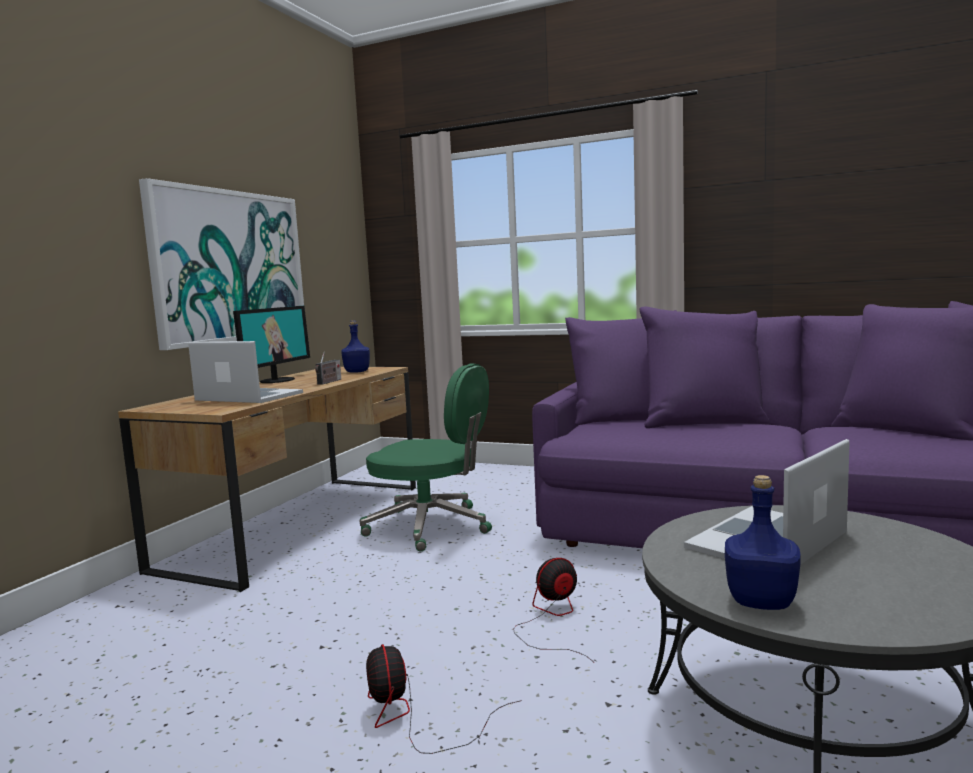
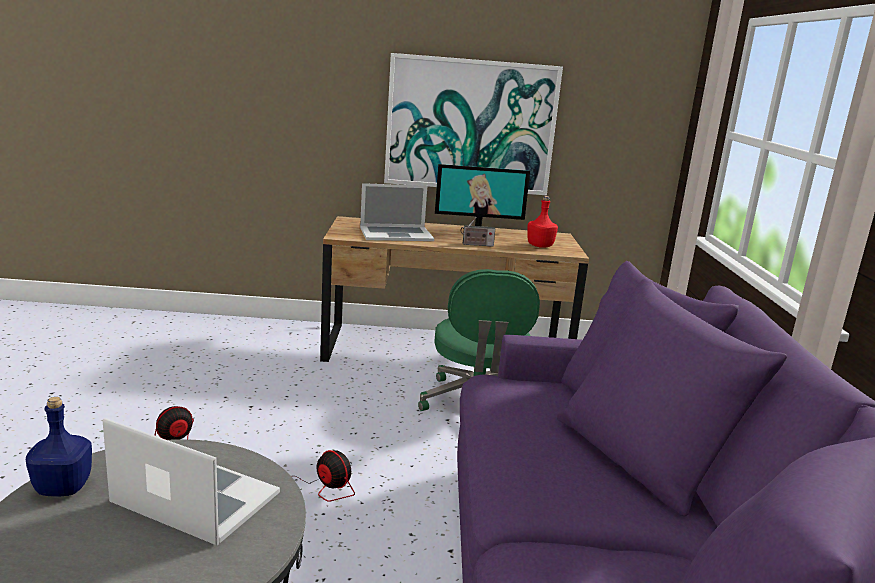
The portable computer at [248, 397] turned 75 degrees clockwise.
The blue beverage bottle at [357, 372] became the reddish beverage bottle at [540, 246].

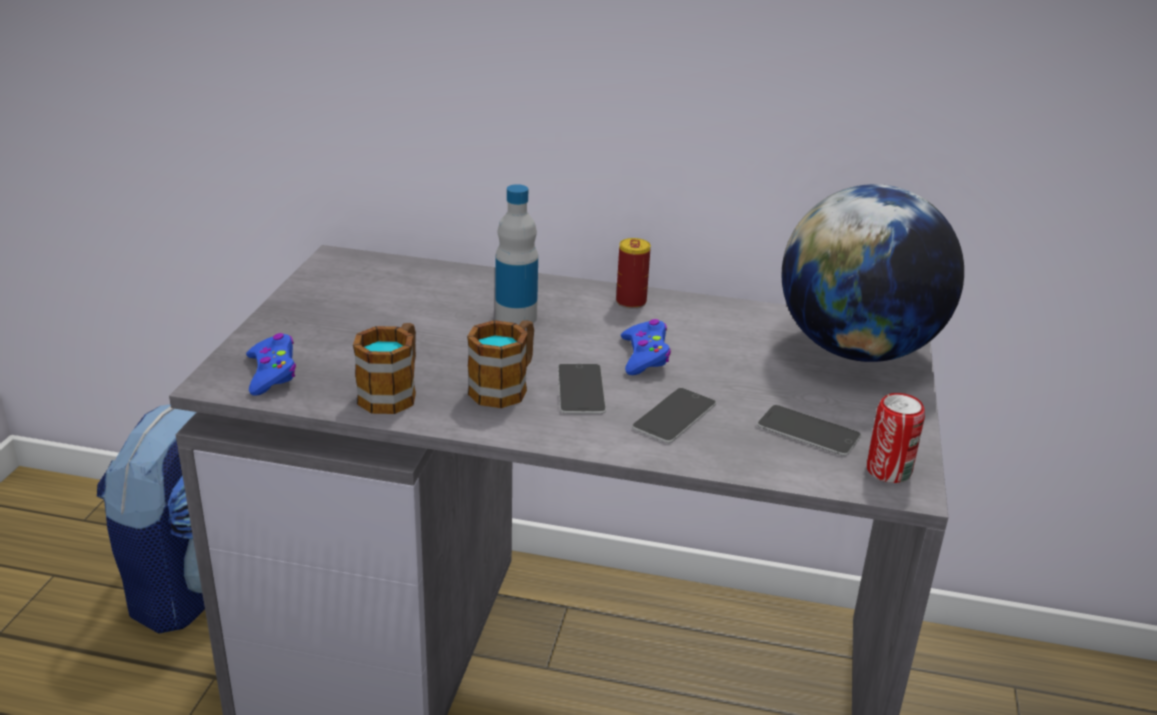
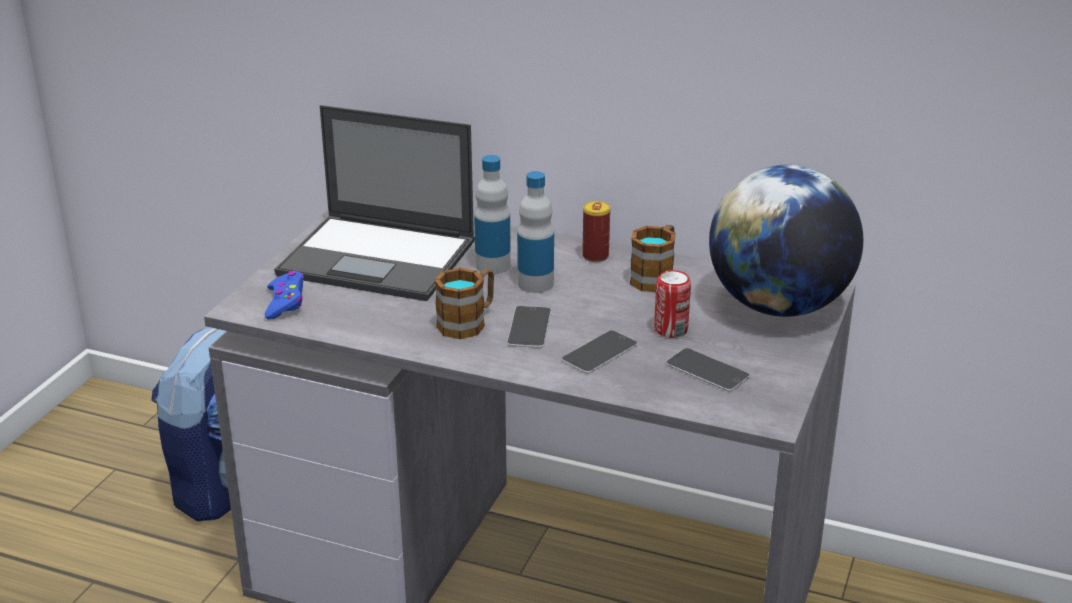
The portable computer at [380, 258] appeared.
The beverage bottle at [535, 283] appeared.
The coffee mug moved from [393, 392] to [656, 277].
The sealed can moved from [888, 471] to [670, 330].
The blue game controller at [645, 356] disappeared.

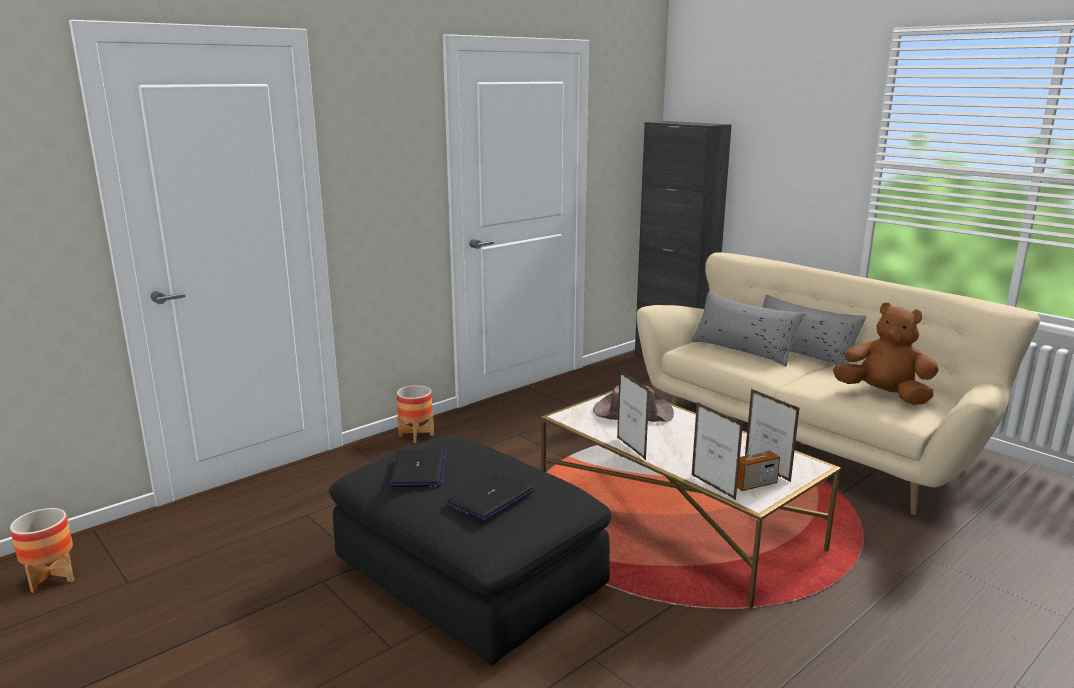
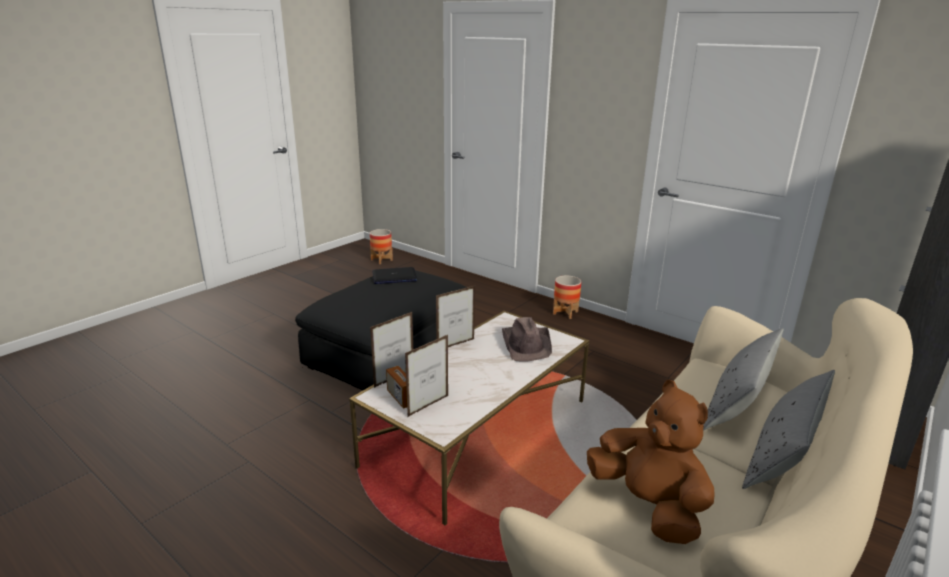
The brown-coloured plush toy at [883, 395] turned 60 degrees counterclockwise.
The portable computer at [491, 498] disappeared.

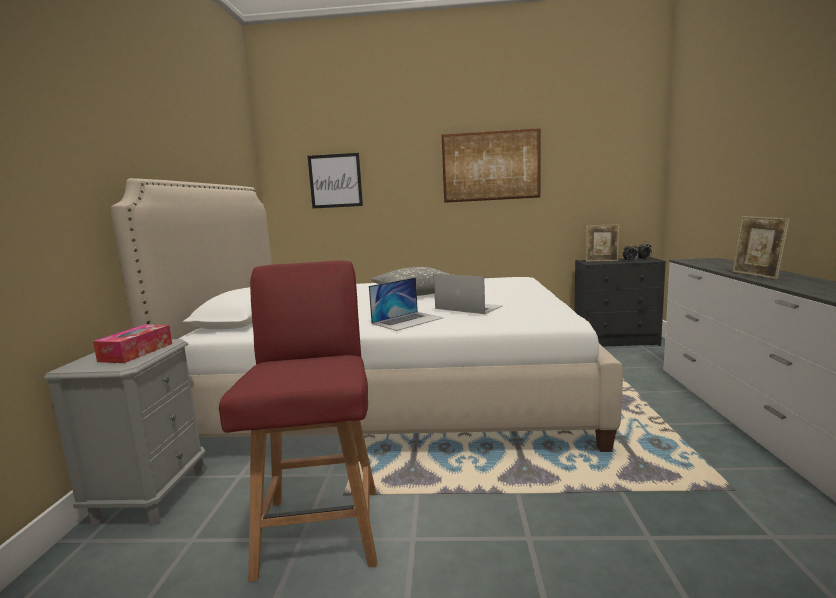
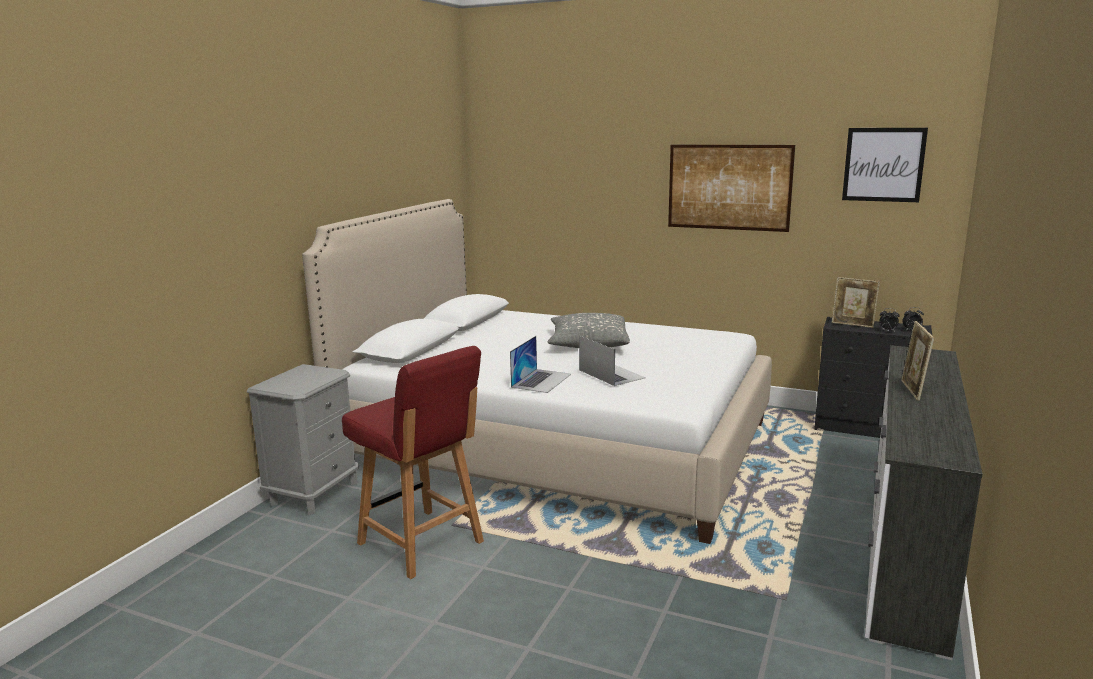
The reddish plain chair at [321, 527] turned 120 degrees clockwise.
The portable computer at [407, 320] turned 45 degrees counterclockwise.
The wall art moved from [335, 181] to [883, 164].
The tissue holder at [136, 352] disappeared.

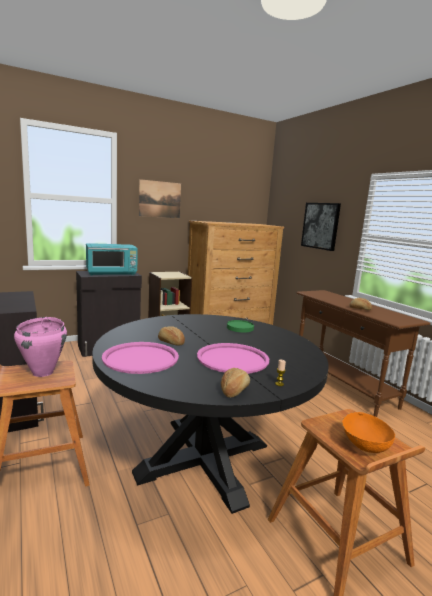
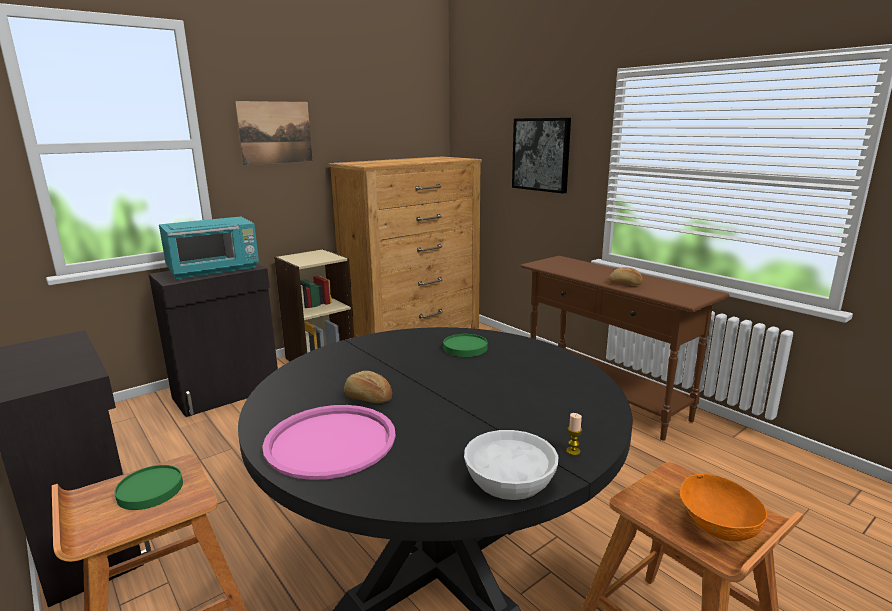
The pinkish saucepot at [43, 372] was replaced by the green flat dish at [150, 490].
The bakery bread at [234, 390] was replaced by the white-coloured serving bowl at [510, 480].
The pinkish carrying tray at [232, 359] disappeared.

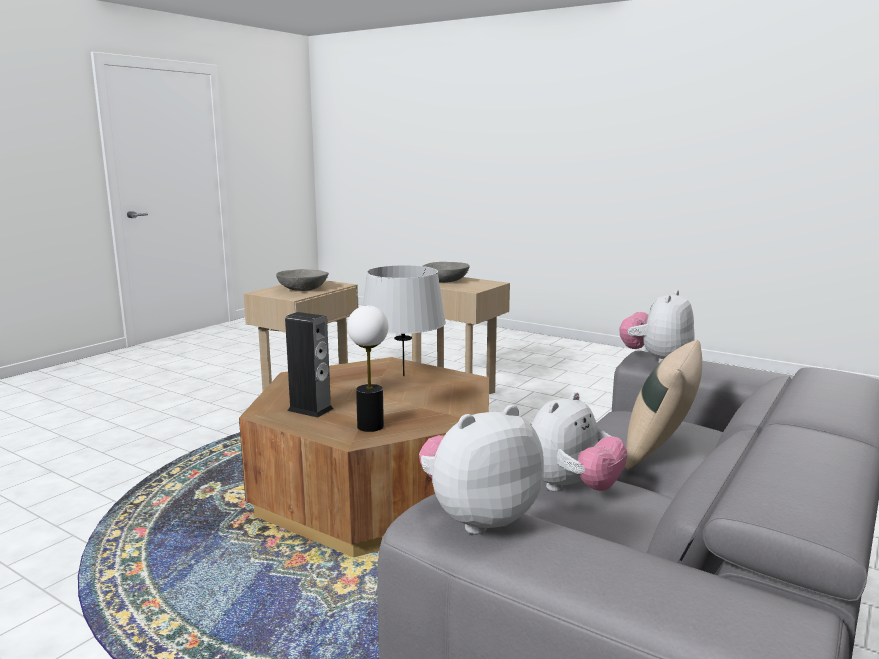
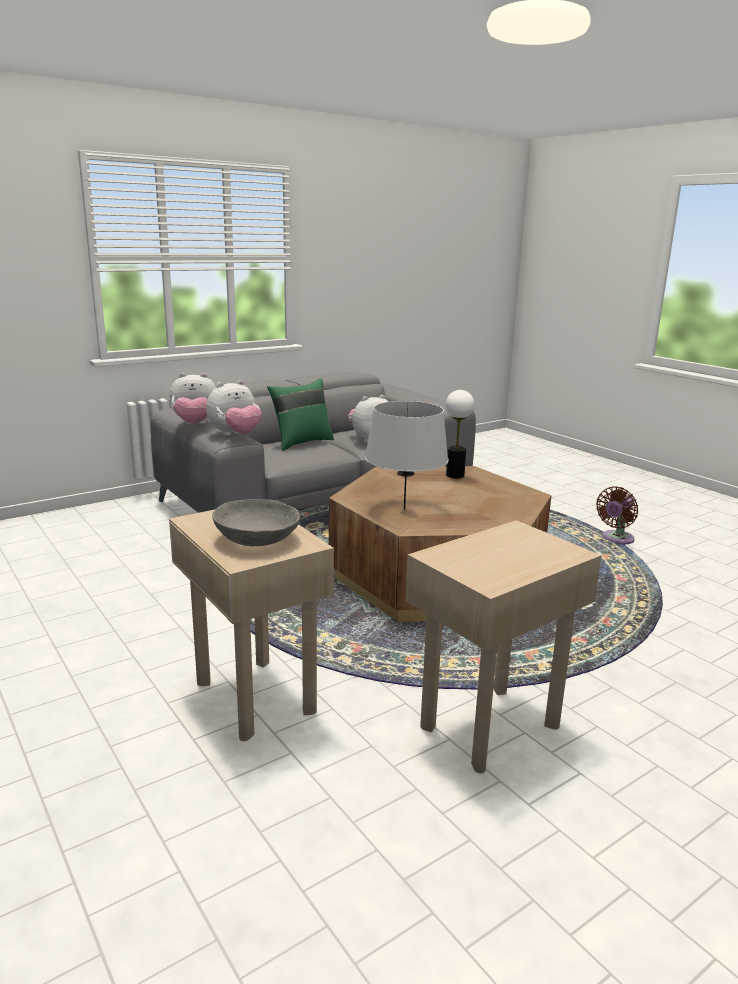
The plush toy moved from [478, 518] to [195, 425].
The beige-coloured cushion at [660, 452] became the green cushion at [301, 442].
The brown-coloured electric fan at [616, 539] appeared.
The greyish serving bowl at [303, 289] disappeared.
The speaker at [310, 409] disappeared.

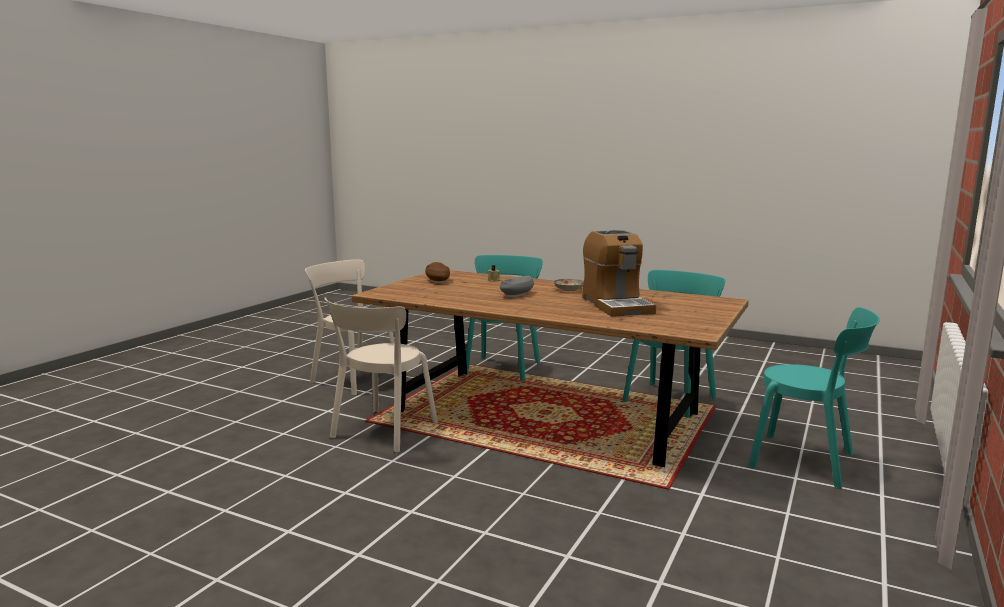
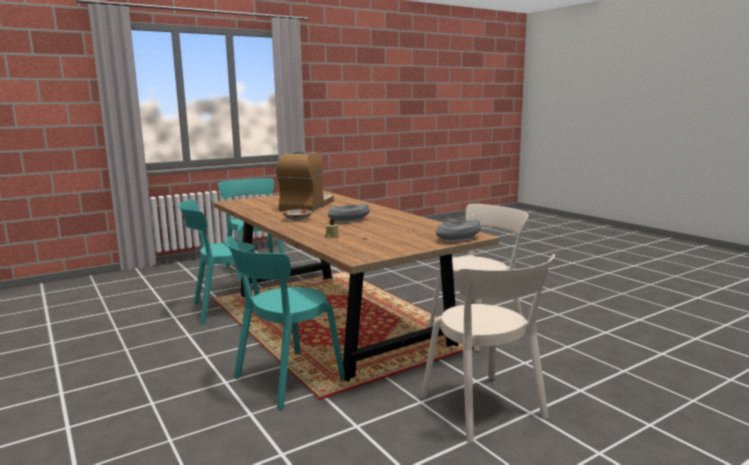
The greyish serving bowl at [458, 239] appeared.
The brown-coloured serving bowl at [437, 280] disappeared.

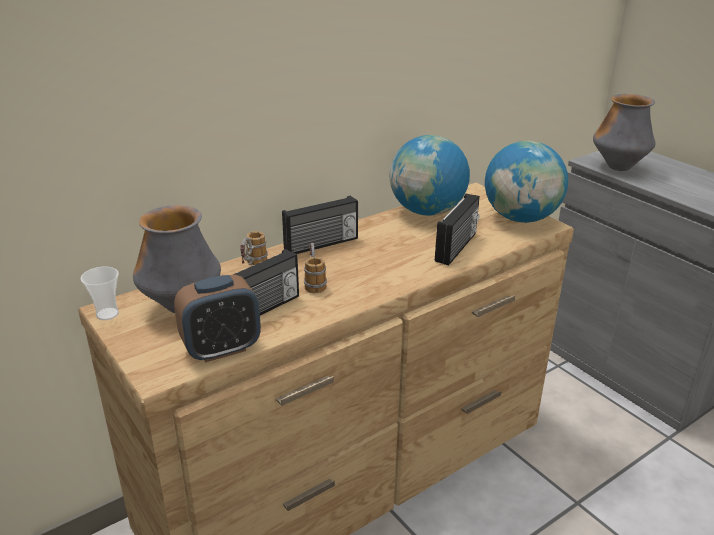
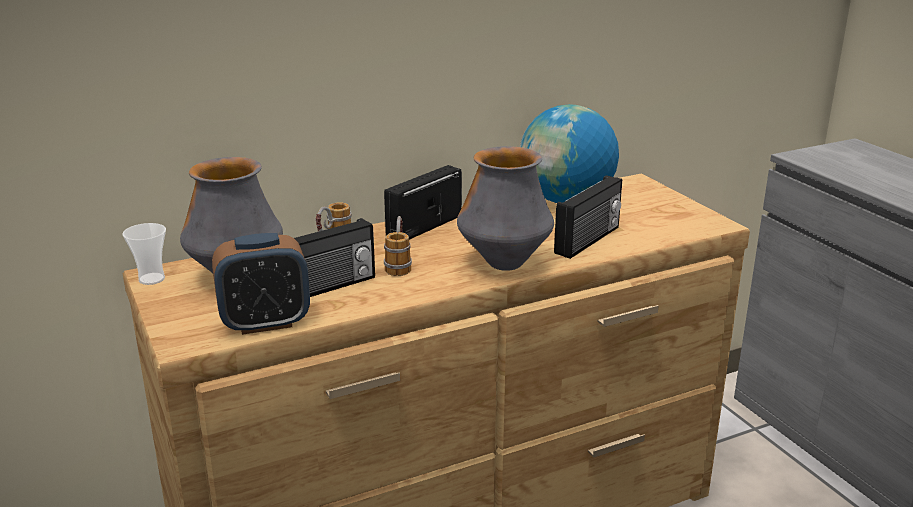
The radio set at [322, 244] turned 150 degrees clockwise.
The flower vase moved from [618, 167] to [504, 264].
The globe at [521, 218] disappeared.

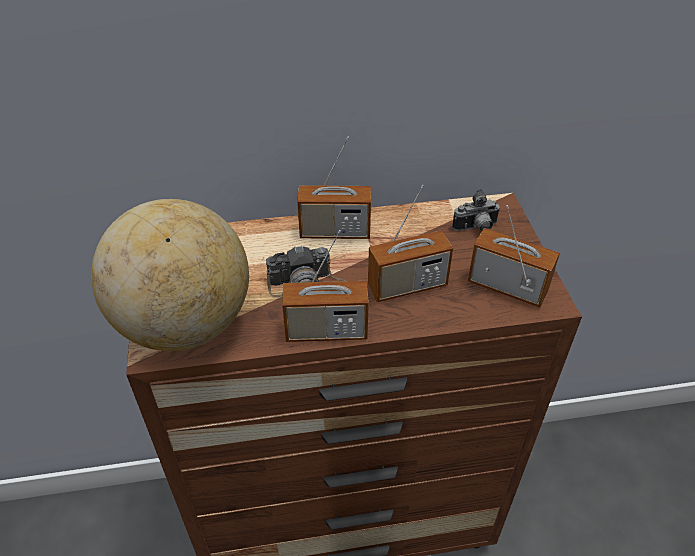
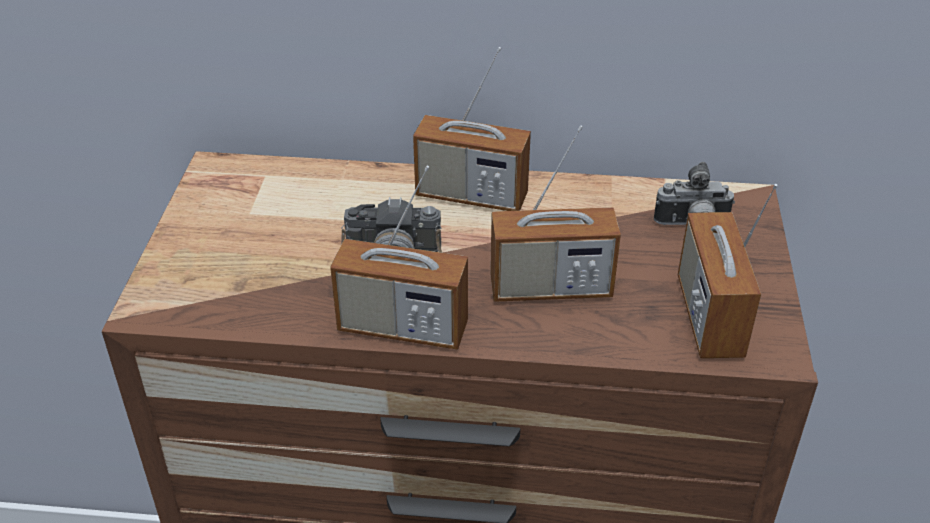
The radio set at [507, 287] turned 135 degrees counterclockwise.
The globe at [186, 324] disappeared.

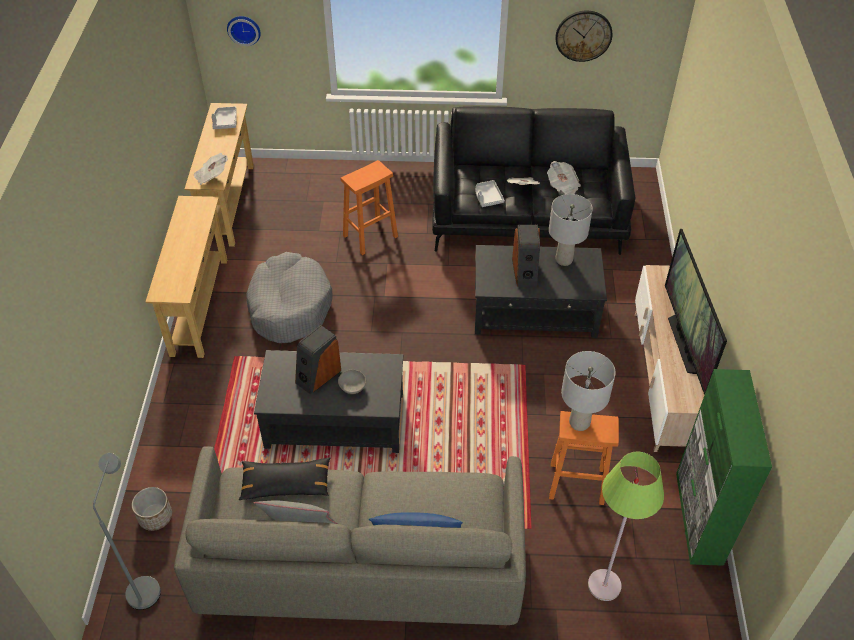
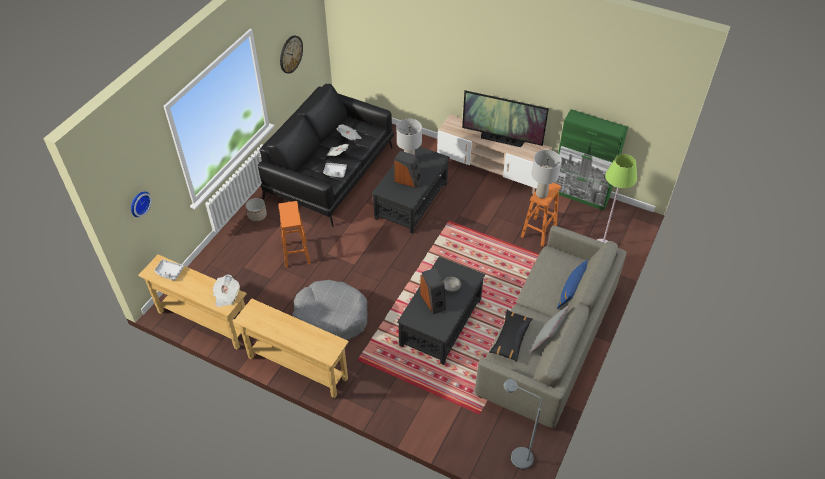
The plant pot moved from [155, 516] to [257, 215].

